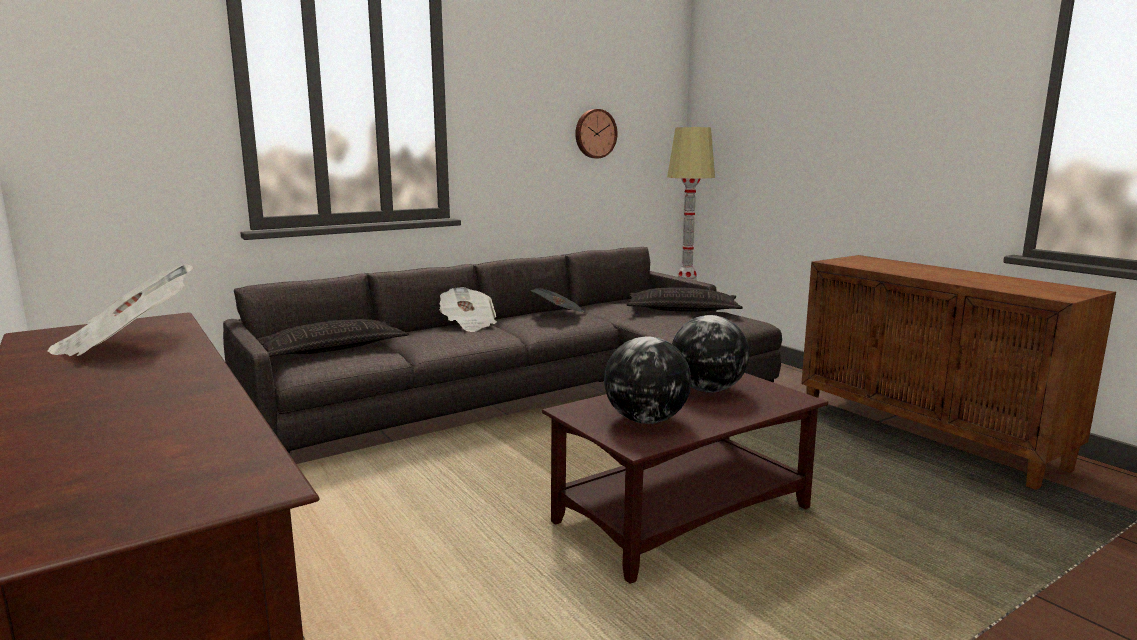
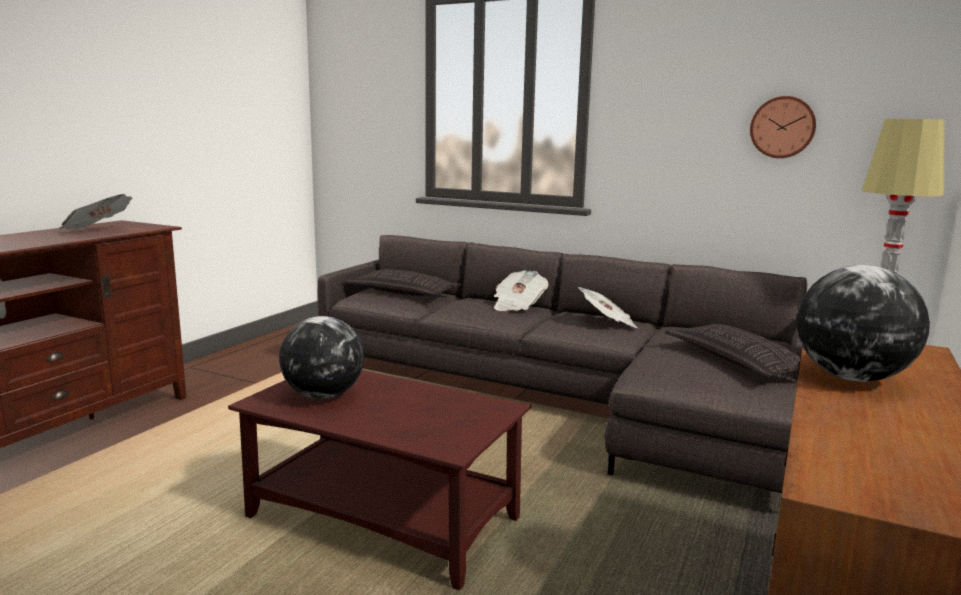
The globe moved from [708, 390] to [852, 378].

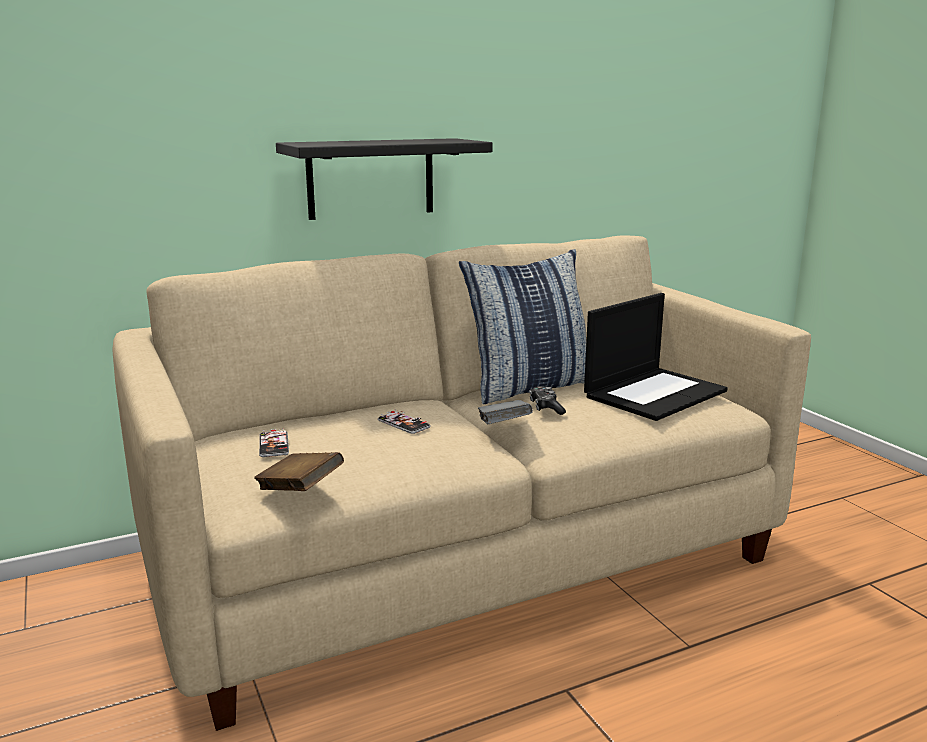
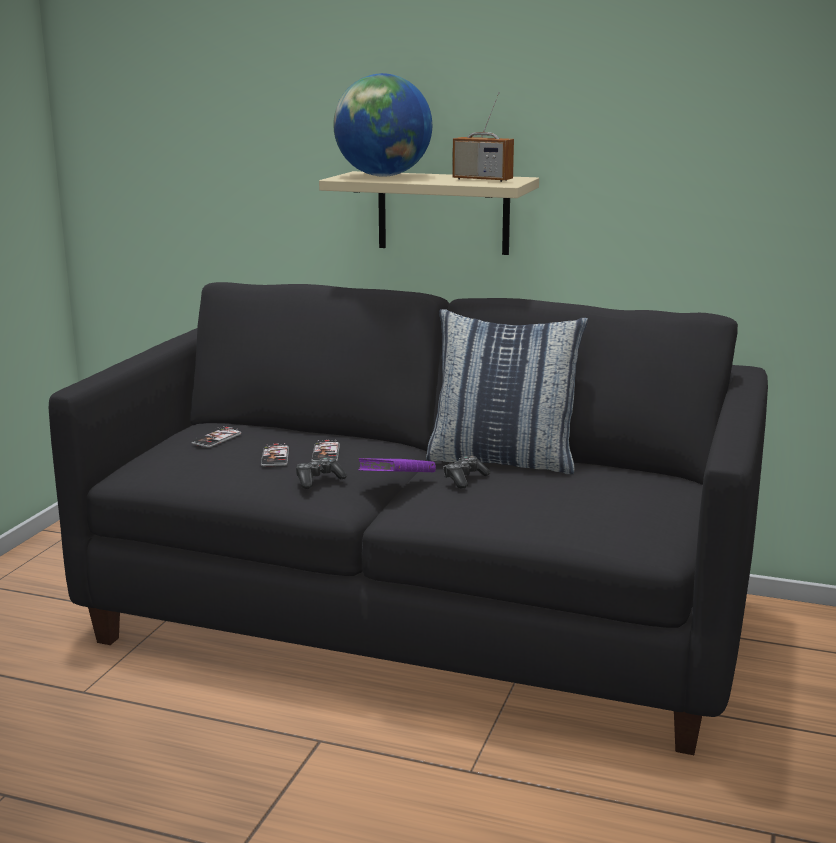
The beige-coloured couch at [464, 558] became the blackish couch at [421, 621].
The phone at [275, 457] appeared.
The game controller at [318, 480] appeared.
The blackish wall shelf at [371, 178] became the beige-coloured wall shelf at [443, 213].
The globe at [383, 176] appeared.
The greyish bound book at [503, 428] became the purplish bound book at [396, 483].
The radio set at [482, 179] appeared.
The brown-coloured bound book at [300, 490] disappeared.
The portable computer at [655, 393] disappeared.

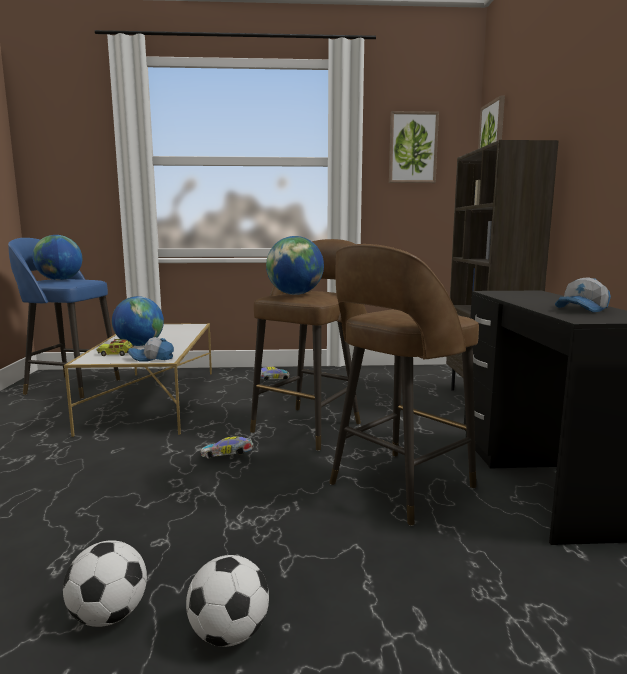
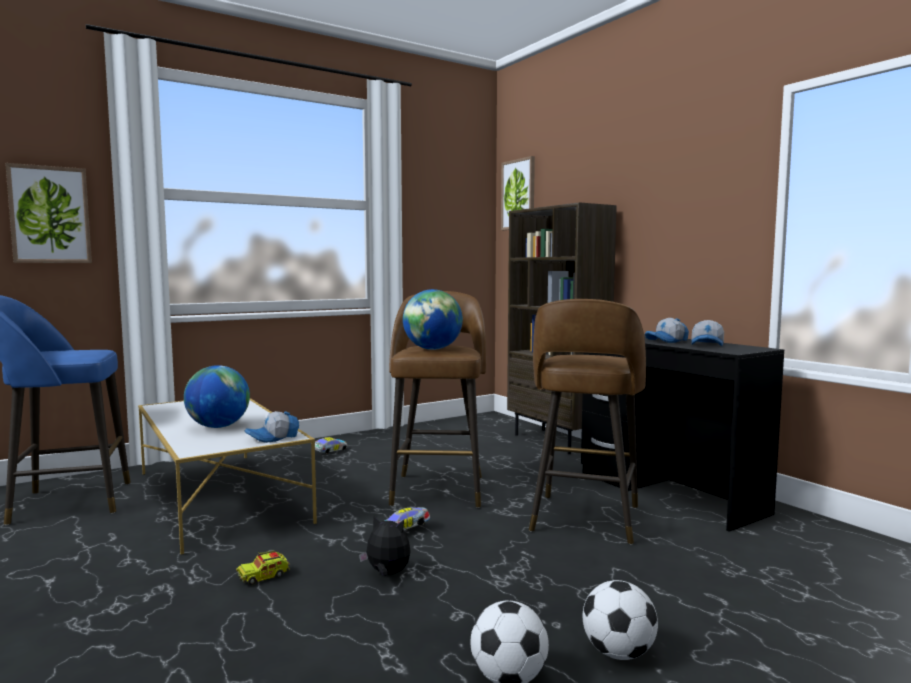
The wall art moved from [412, 148] to [50, 215].
The model truck moved from [116, 354] to [264, 576].
The plush toy at [387, 574] appeared.
The cap at [667, 341] appeared.
The globe at [60, 280] disappeared.

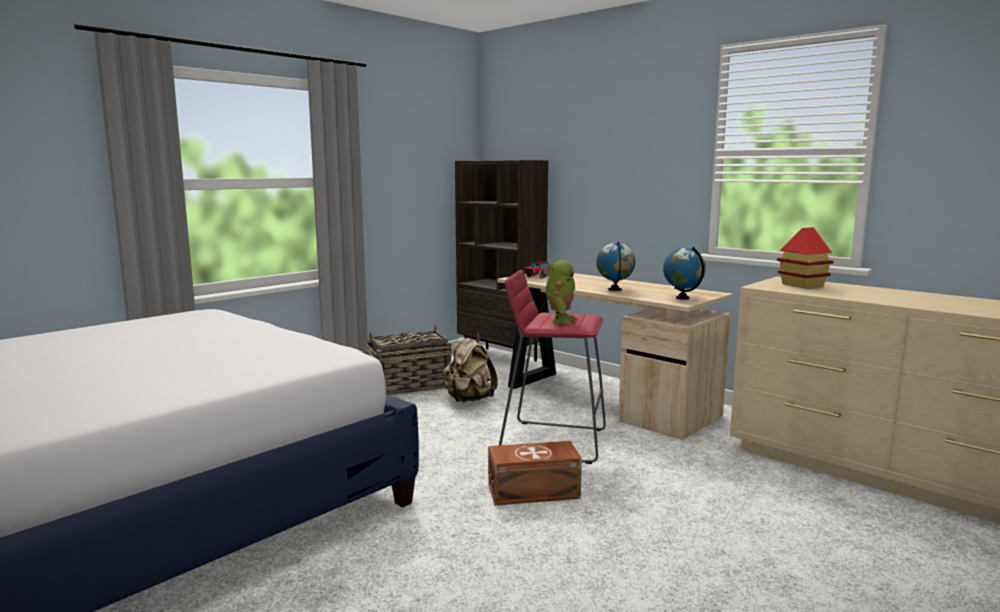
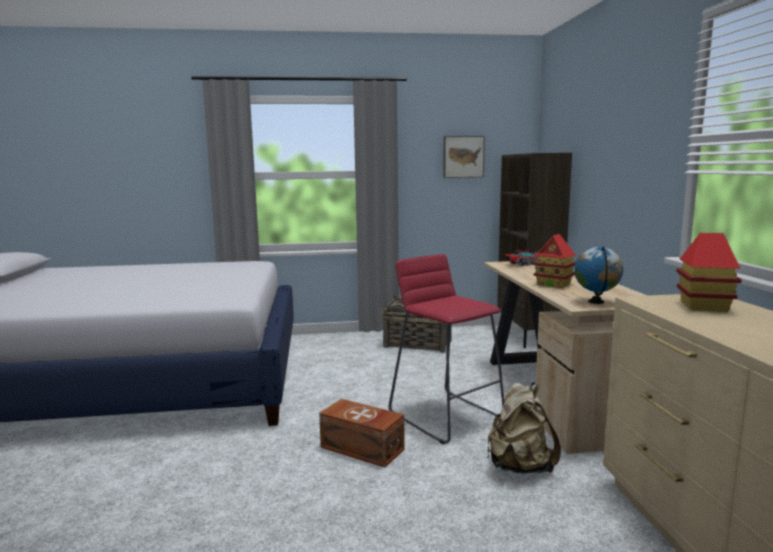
The wall art at [463, 157] appeared.
The beige-coloured backpack moved from [468, 400] to [519, 466].
The globe at [615, 289] was replaced by the toy house at [554, 284].
The toy robot at [560, 320] disappeared.

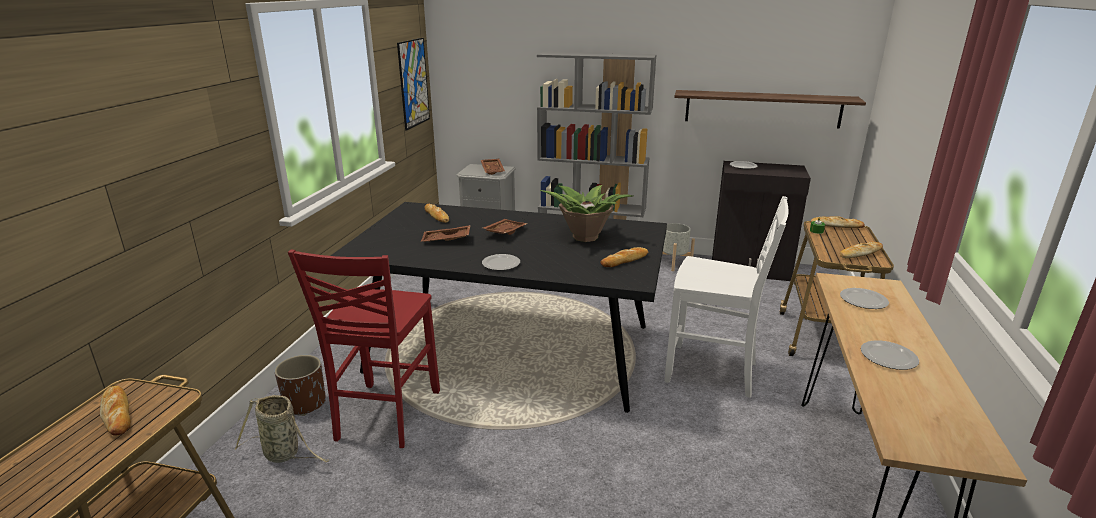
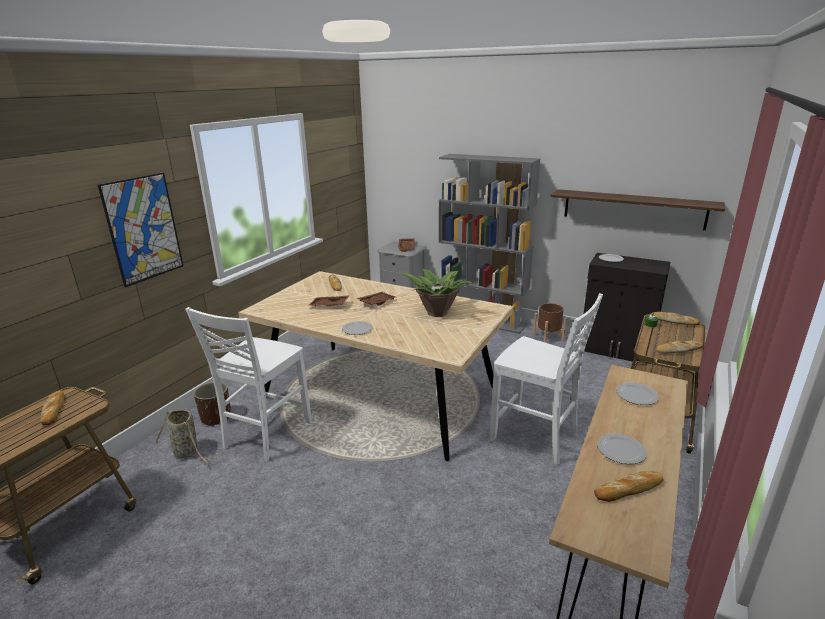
The wall art moved from [413, 83] to [143, 229].
The reddish plain chair at [385, 416] became the white-coloured plain chair at [265, 435].
The blackish dining table at [510, 348] became the beige-coloured dining table at [379, 395].
The greyish plant pot at [673, 263] became the brown-coloured plant pot at [548, 337].
The bakery bread moved from [625, 260] to [629, 489].

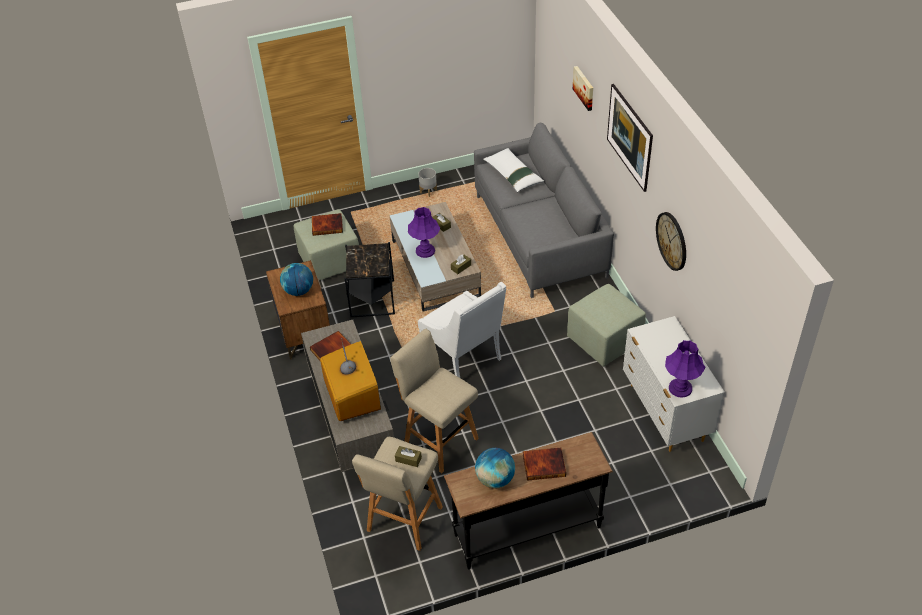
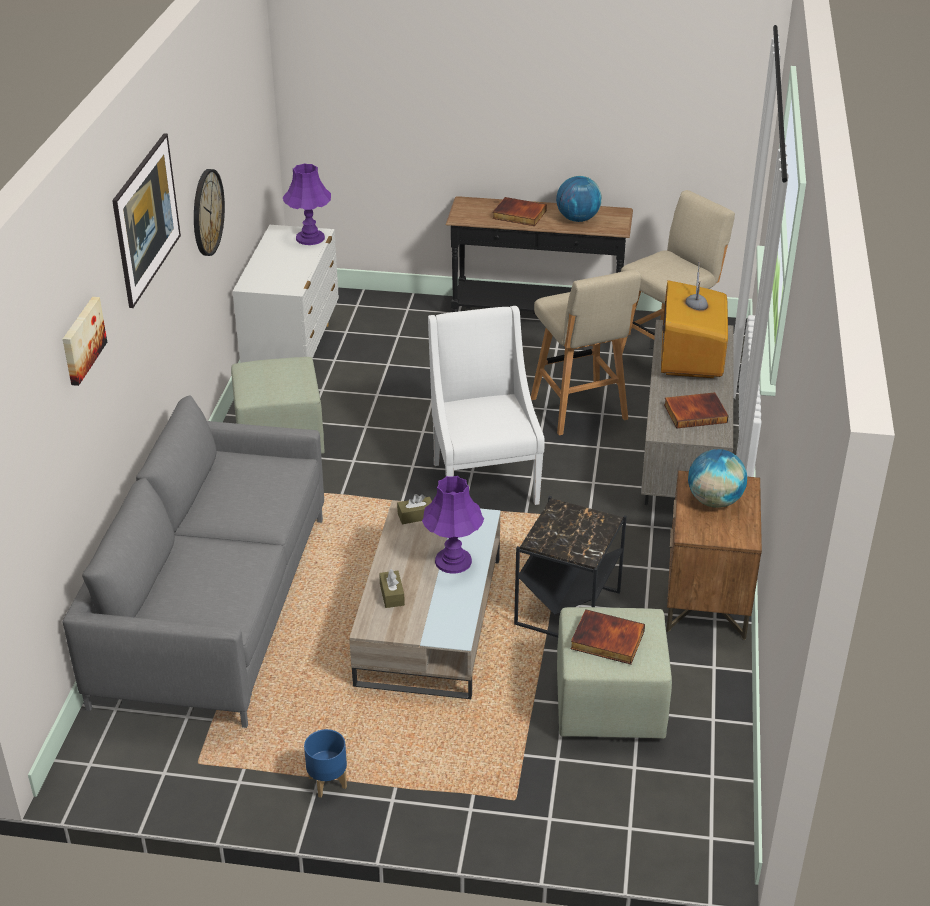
The greyish plant pot at [428, 191] became the blue plant pot at [327, 782].
The brown-coloured tissue holder at [408, 459] disappeared.
The white-coloured cushion at [513, 175] disappeared.

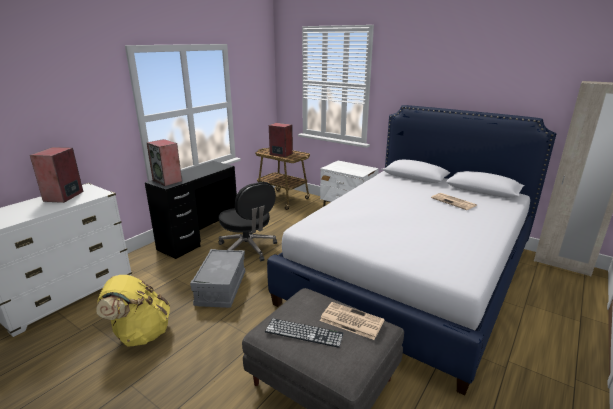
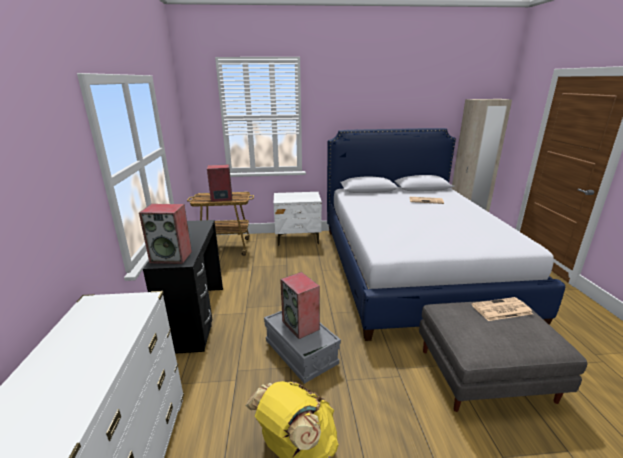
The speaker moved from [64, 196] to [301, 325].
The blackish computer chair at [248, 248] disappeared.
The PC keyboard at [304, 332] disappeared.

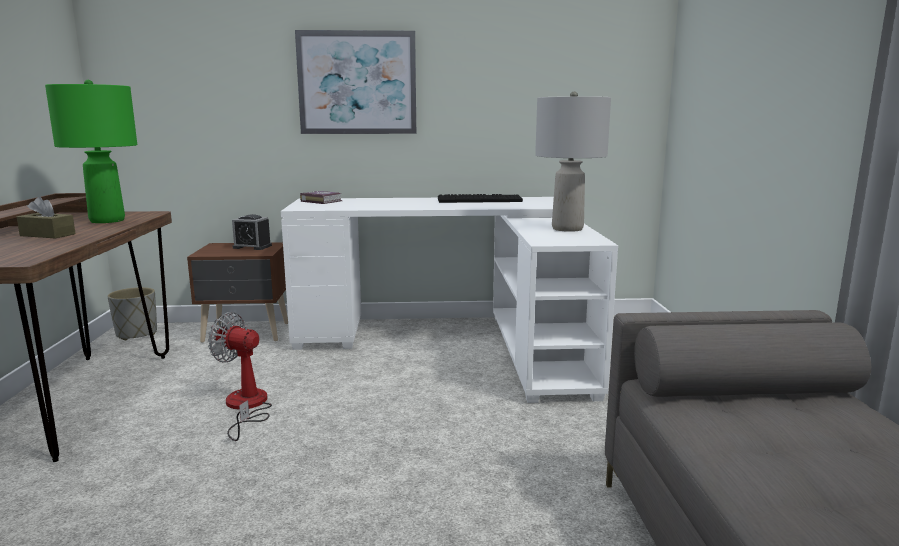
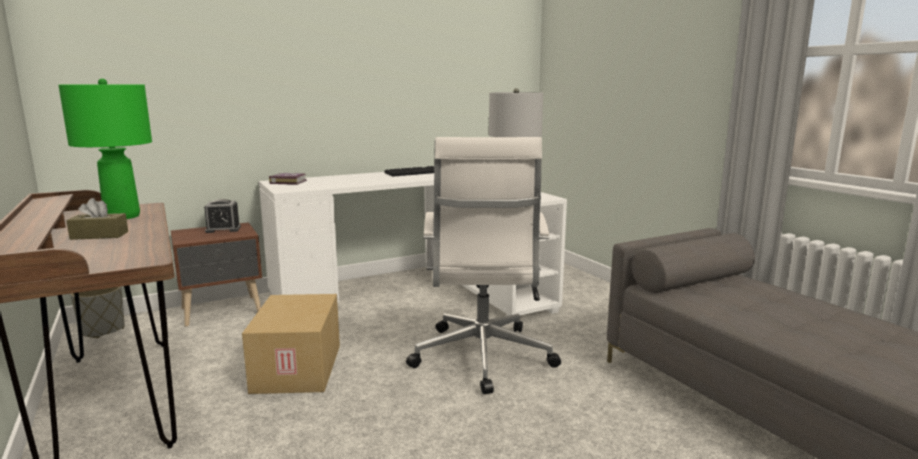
The electric fan at [246, 407] was replaced by the cardboard box at [299, 368].
The white-coloured computer chair at [482, 358] appeared.
The wall art at [357, 83] disappeared.

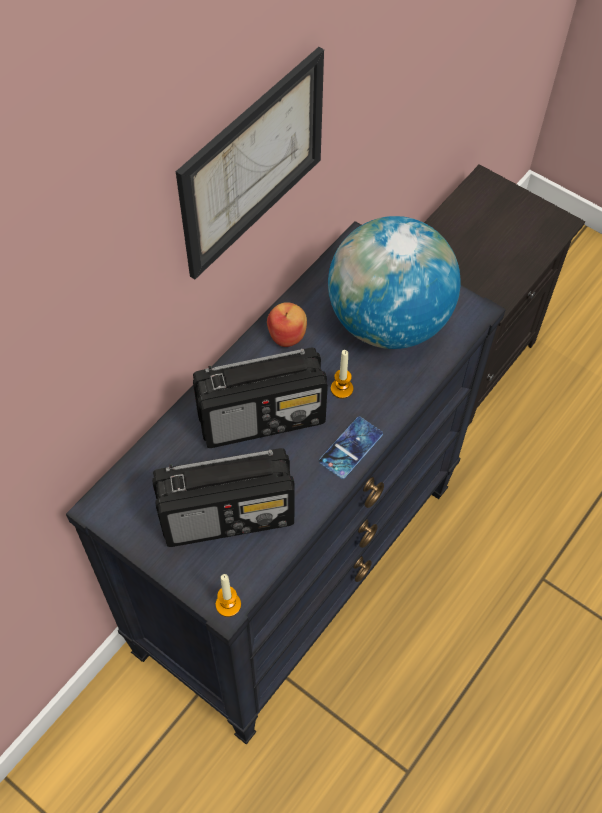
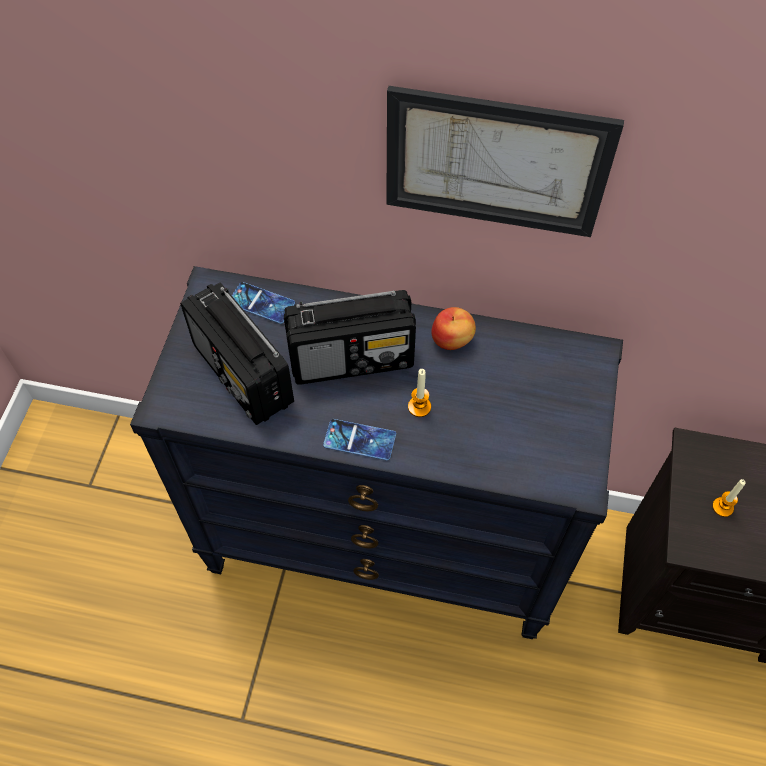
The phone at [261, 303] appeared.
The radio set at [263, 418] turned 60 degrees counterclockwise.
The wax light moved from [228, 604] to [722, 507].
The globe at [388, 321] disappeared.

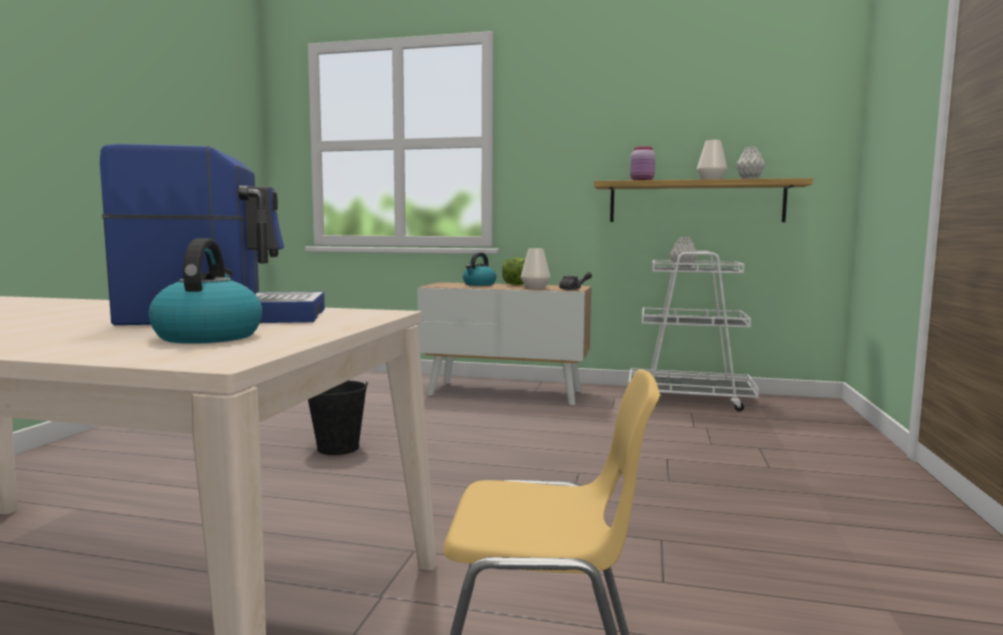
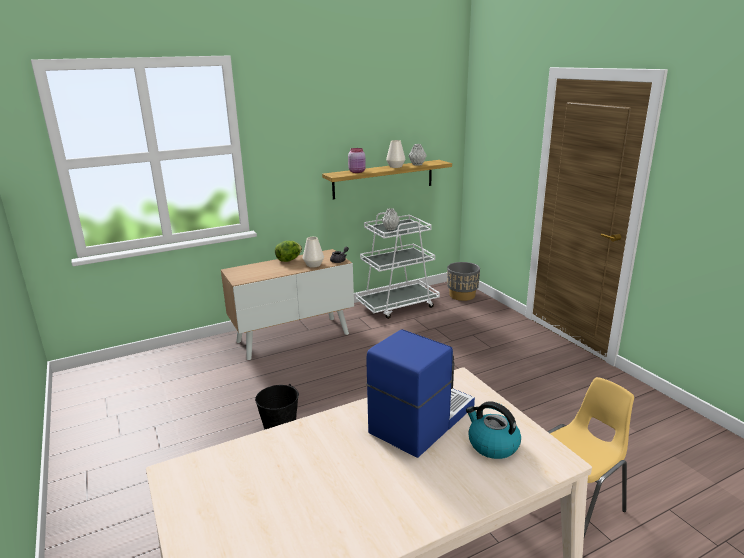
The greyish plant pot at [462, 295] appeared.
The tea kettle at [479, 284] disappeared.

